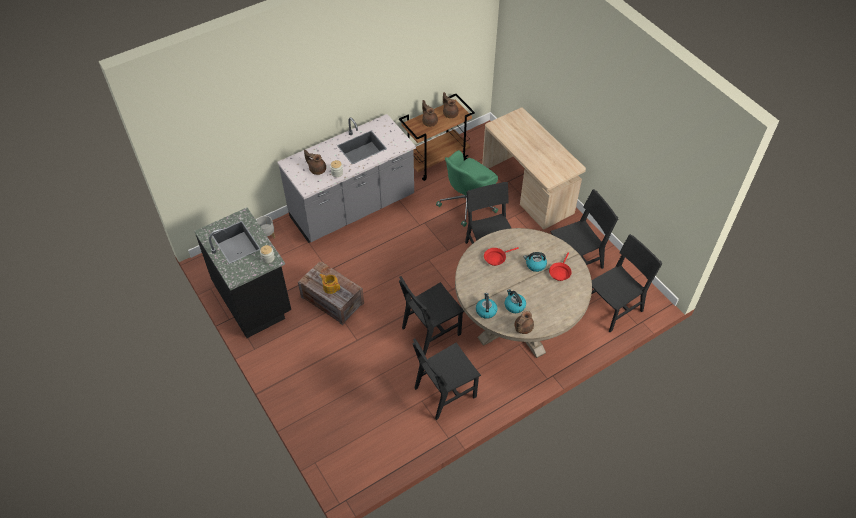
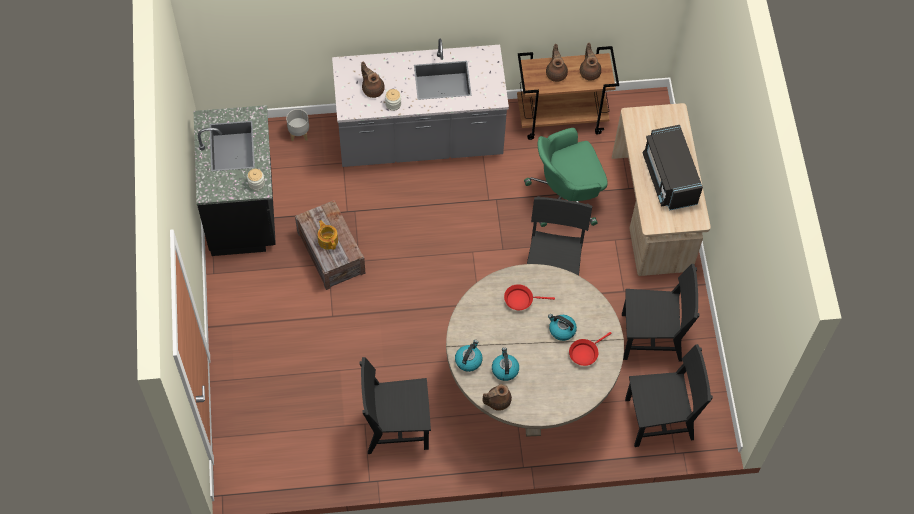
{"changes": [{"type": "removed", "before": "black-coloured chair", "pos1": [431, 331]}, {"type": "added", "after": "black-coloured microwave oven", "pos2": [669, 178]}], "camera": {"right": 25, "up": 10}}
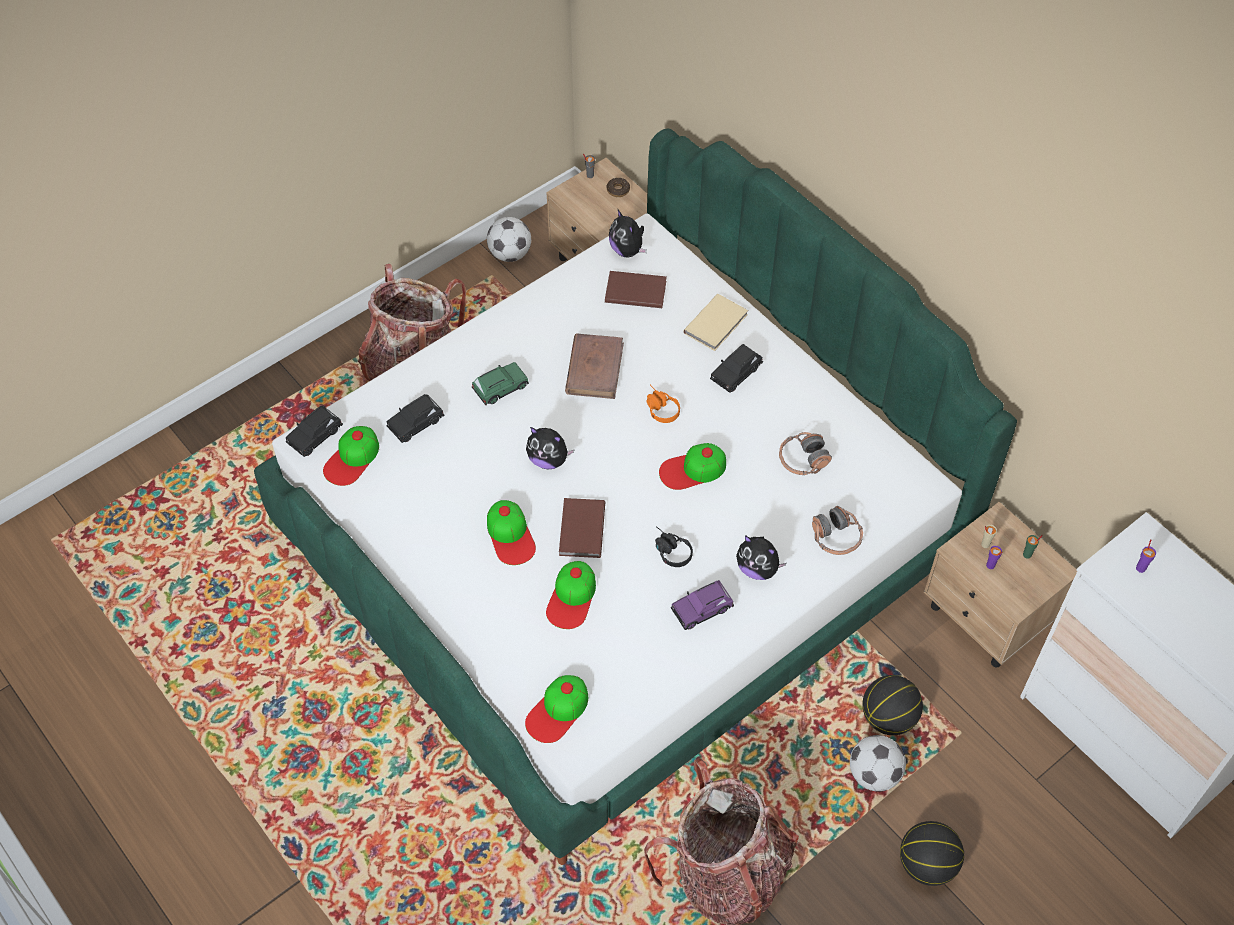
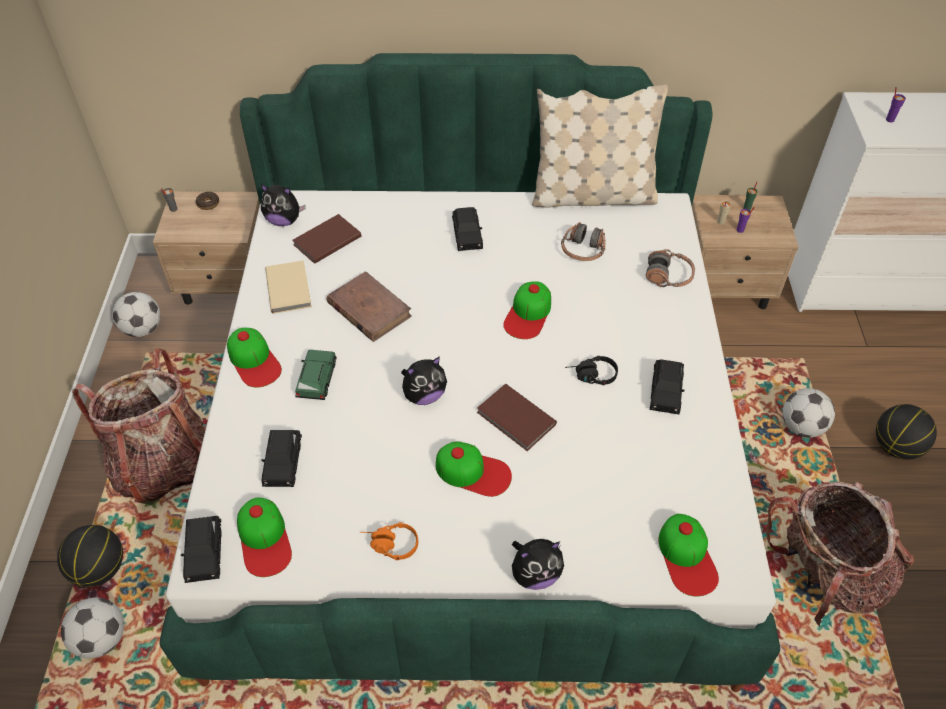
{"changes": [{"type": "moved", "before": "peaked cap", "pos1": [572, 597], "pos2": [254, 361]}, {"type": "moved", "before": "orange headset", "pos1": [659, 408], "pos2": [389, 545]}, {"type": "recoloured", "before": "purplish model car", "after": "black-coloured model car", "pos1": [702, 609], "pos2": [665, 392]}, {"type": "moved", "before": "beige bound book", "pos1": [717, 324], "pos2": [290, 288]}, {"type": "moved", "before": "soft toy", "pos1": [757, 569], "pos2": [535, 574]}, {"type": "moved", "before": "ball for basketball", "pos1": [888, 717], "pos2": [99, 569]}, {"type": "added", "after": "football", "pos2": [102, 639]}, {"type": "added", "after": "beige pillow", "pos2": [592, 195]}], "camera": {"right": -50, "up": -5}}
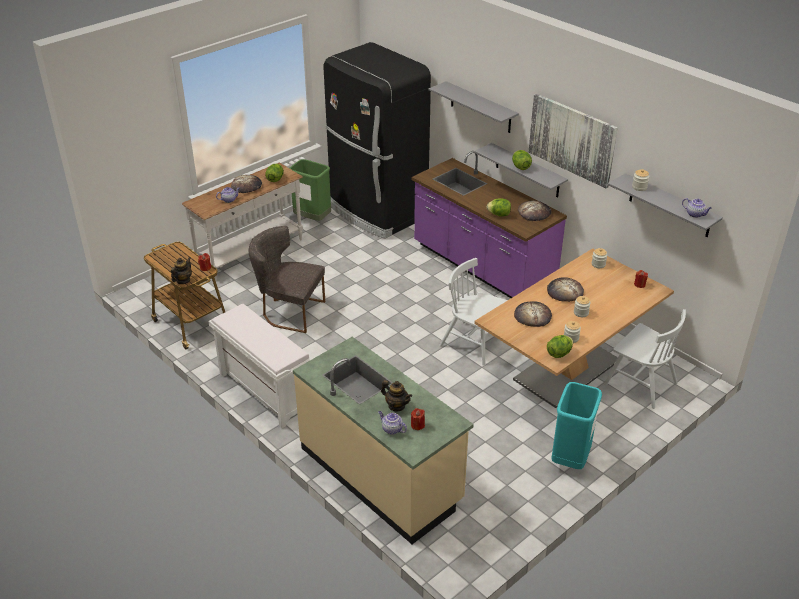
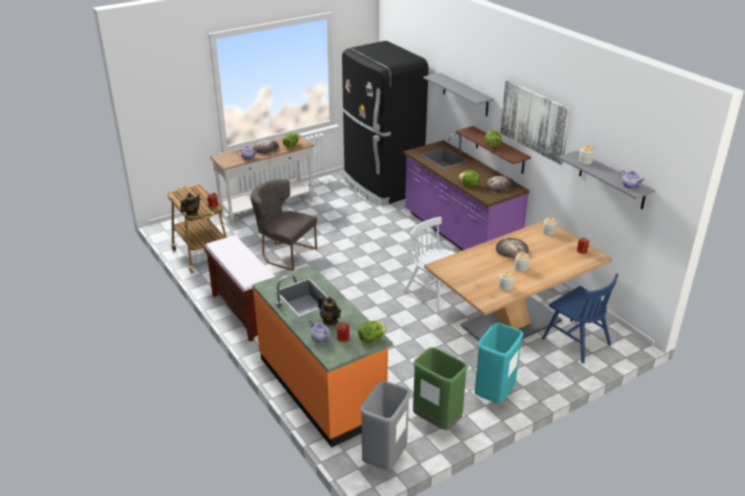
{"changes": [{"type": "recoloured", "before": "white long seat", "after": "brownish long seat", "pos1": [264, 391], "pos2": [244, 311]}, {"type": "moved", "before": "green-coloured waste bin", "pos1": [312, 219], "pos2": [436, 421]}, {"type": "recoloured", "before": "beige kitchen base unit", "after": "orange kitchen base unit", "pos1": [381, 475], "pos2": [322, 388]}, {"type": "recoloured", "before": "grey bracket shelf", "after": "brownish bracket shelf", "pos1": [527, 171], "pos2": [500, 150]}, {"type": "removed", "before": "bread", "pos1": [532, 316]}, {"type": "moved", "before": "head of lettuce", "pos1": [559, 353], "pos2": [371, 339]}, {"type": "recoloured", "before": "white chair", "after": "blue chair", "pos1": [640, 383], "pos2": [576, 341]}, {"type": "added", "after": "grey waste bin", "pos2": [384, 459]}], "camera": {"right": 10, "up": -5}}
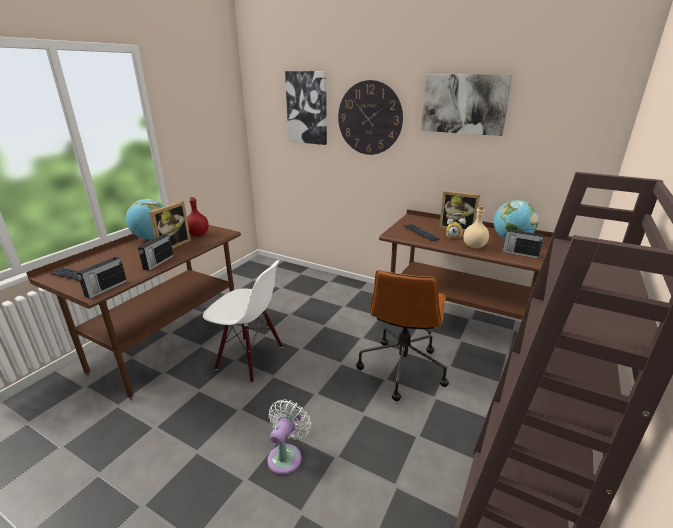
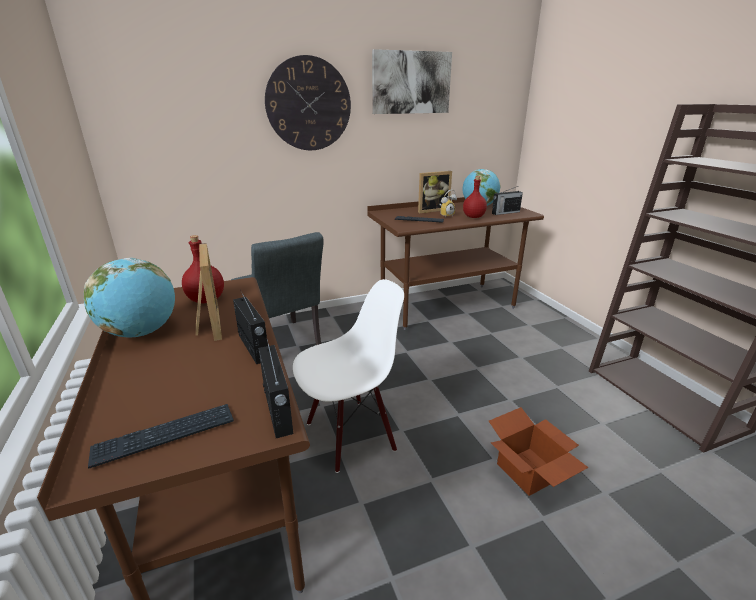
{"changes": [{"type": "replaced", "before": "white cooling fan", "after": "packing box", "pos1": [286, 456], "pos2": [529, 472]}, {"type": "removed", "before": "wall picture", "pos1": [307, 108]}, {"type": "removed", "before": "brownish desk chair", "pos1": [402, 367]}, {"type": "recoloured", "before": "beige drink bottle", "after": "red-coloured drink bottle", "pos1": [474, 246], "pos2": [474, 217]}, {"type": "added", "after": "grey chair", "pos2": [283, 345]}], "camera": {"right": -50, "up": 0}}
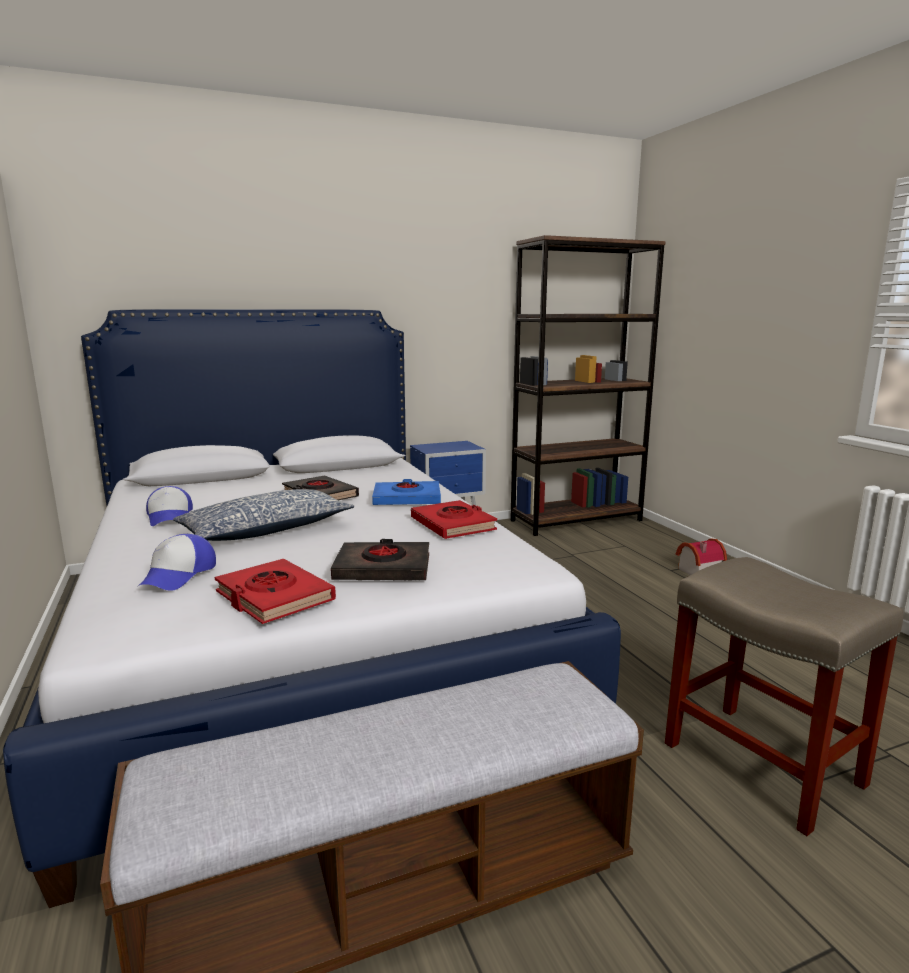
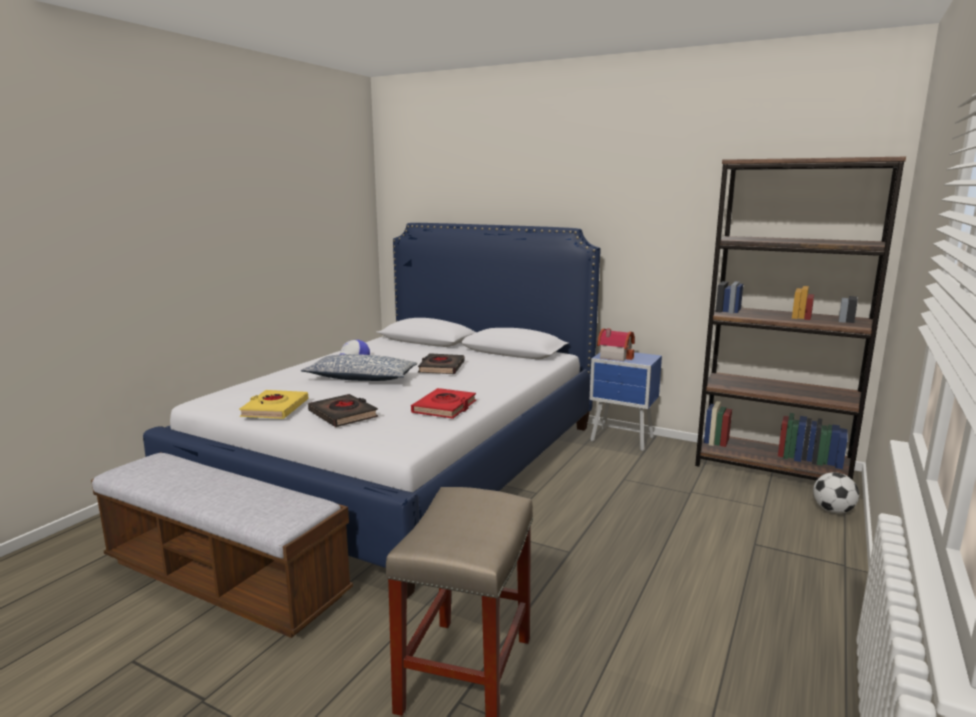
{"changes": [{"type": "removed", "before": "peaked cap", "pos1": [178, 575]}, {"type": "recoloured", "before": "red-coloured bound book", "after": "yellow bound book", "pos1": [274, 597], "pos2": [275, 409]}, {"type": "removed", "before": "blue bound book", "pos1": [407, 499]}, {"type": "moved", "before": "model house", "pos1": [696, 571], "pos2": [615, 356]}, {"type": "added", "after": "football", "pos2": [832, 511]}], "camera": {"right": 50, "up": 0}}
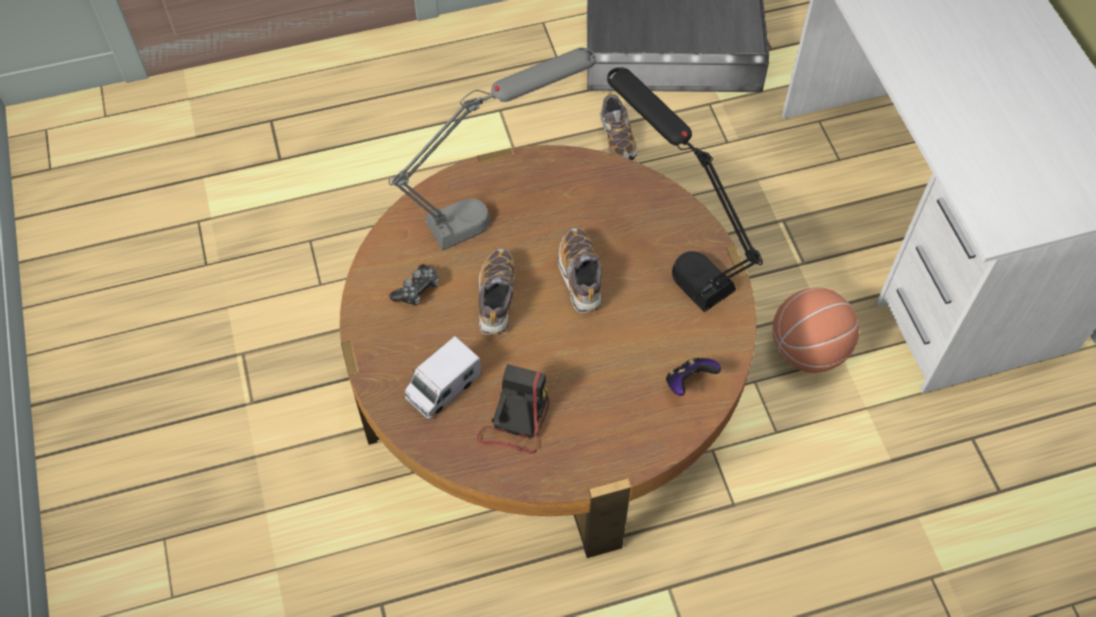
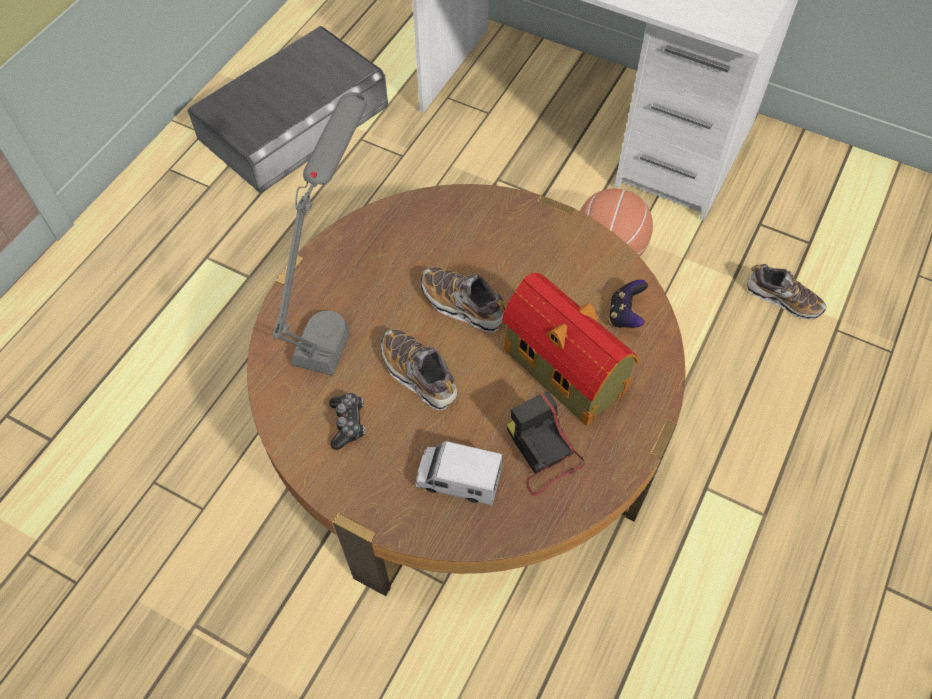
{"changes": [{"type": "turned", "before": "toy truck", "pos1": [443, 387], "pos2": [458, 480], "turn": 105}, {"type": "moved", "before": "item of footwear", "pos1": [617, 138], "pos2": [782, 299]}, {"type": "removed", "before": "black-coloured tabletop lamp", "pos1": [672, 252]}, {"type": "added", "after": "model house", "pos2": [566, 373]}], "camera": {"right": -45, "up": 0}}
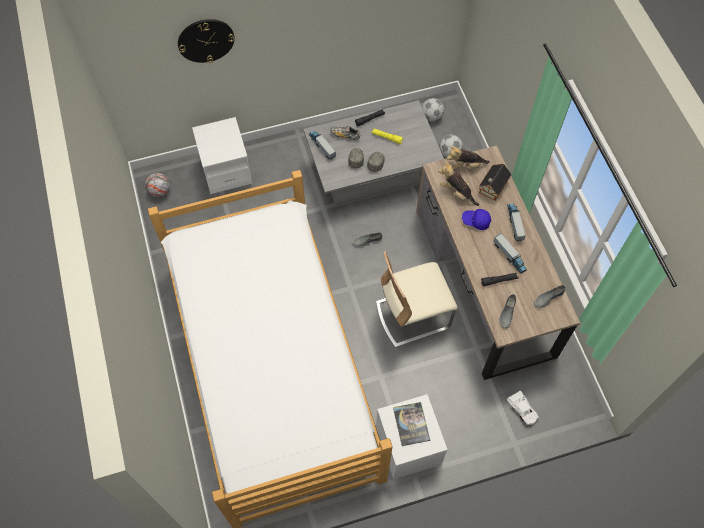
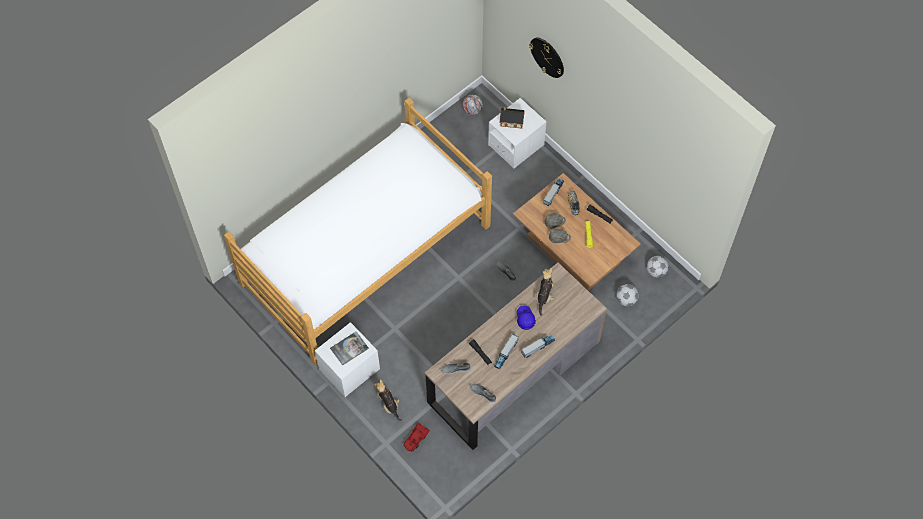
{"changes": [{"type": "recoloured", "before": "grey lounge table", "after": "brownish lounge table", "pos1": [372, 172], "pos2": [573, 249]}, {"type": "removed", "before": "beige chair", "pos1": [412, 315]}, {"type": "moved", "before": "soft toy", "pos1": [465, 166], "pos2": [389, 404]}, {"type": "moved", "before": "model house", "pos1": [492, 187], "pos2": [510, 121]}, {"type": "recoloured", "before": "white model car", "after": "red-coloured model car", "pos1": [522, 409], "pos2": [416, 439]}], "camera": {"right": 65, "up": 0}}
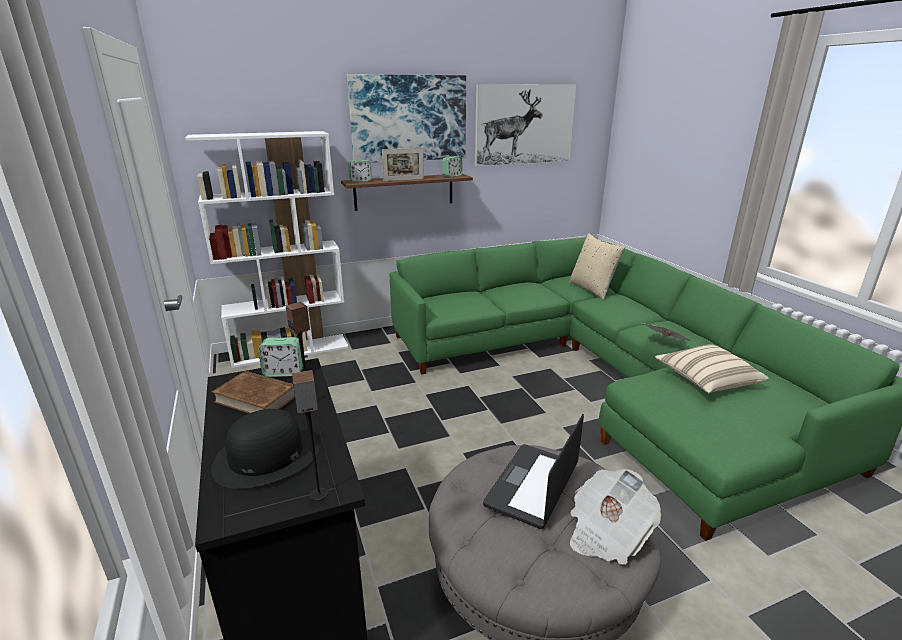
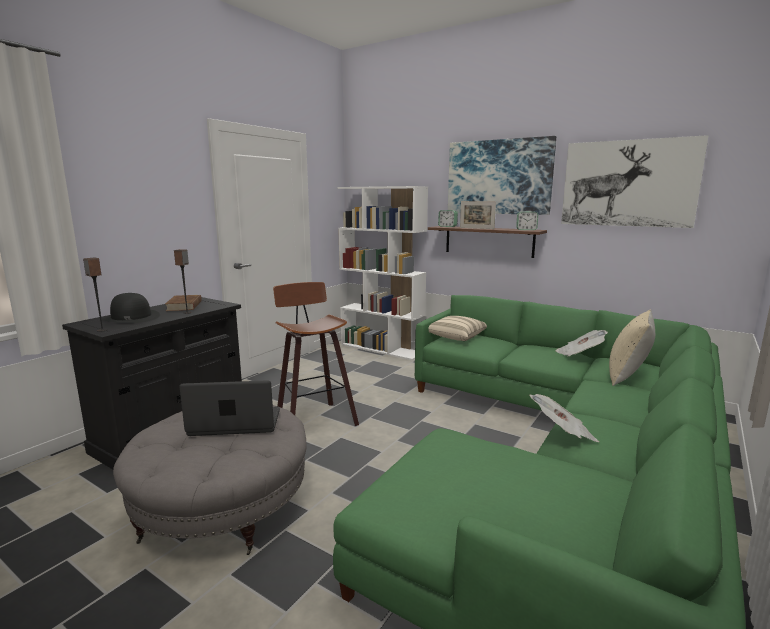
{"changes": [{"type": "removed", "before": "bedside clock", "pos1": [284, 372]}, {"type": "moved", "before": "newspaper", "pos1": [607, 532], "pos2": [579, 354]}, {"type": "moved", "before": "beige pillow", "pos1": [706, 381], "pos2": [455, 337]}, {"type": "added", "after": "stool", "pos2": [313, 420]}], "camera": {"right": 55, "up": -10}}
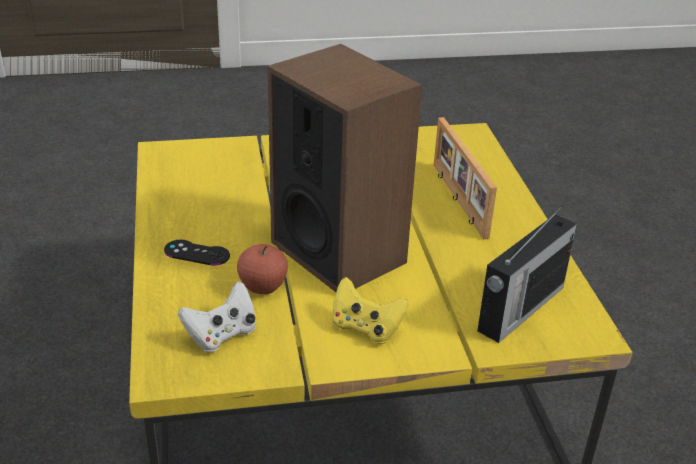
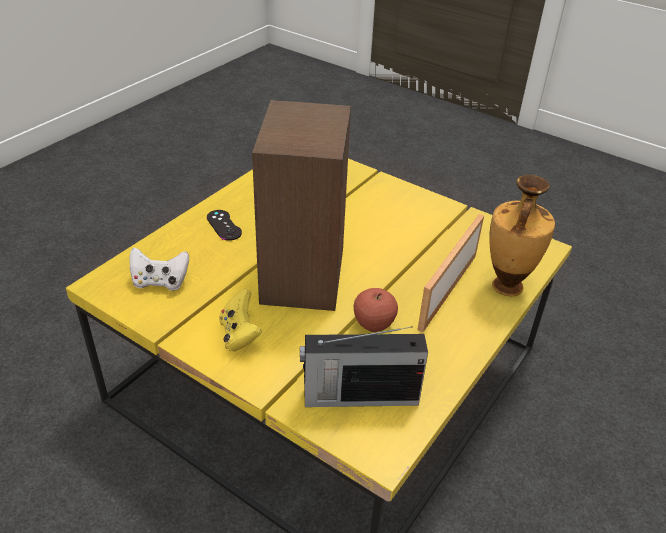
{"changes": [{"type": "moved", "before": "apple", "pos1": [263, 287], "pos2": [374, 324]}, {"type": "added", "after": "flower vase", "pos2": [506, 287]}], "camera": {"right": 45, "up": 5}}
